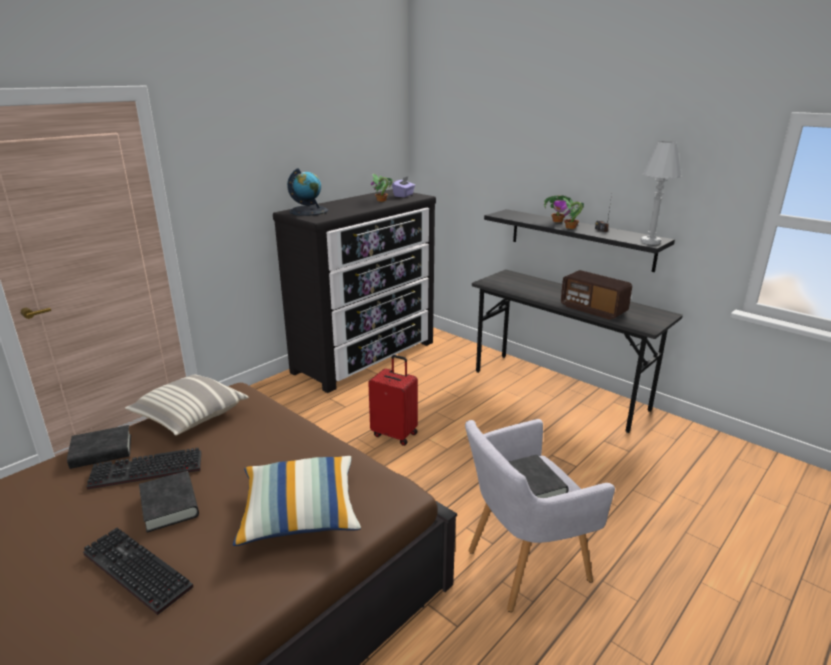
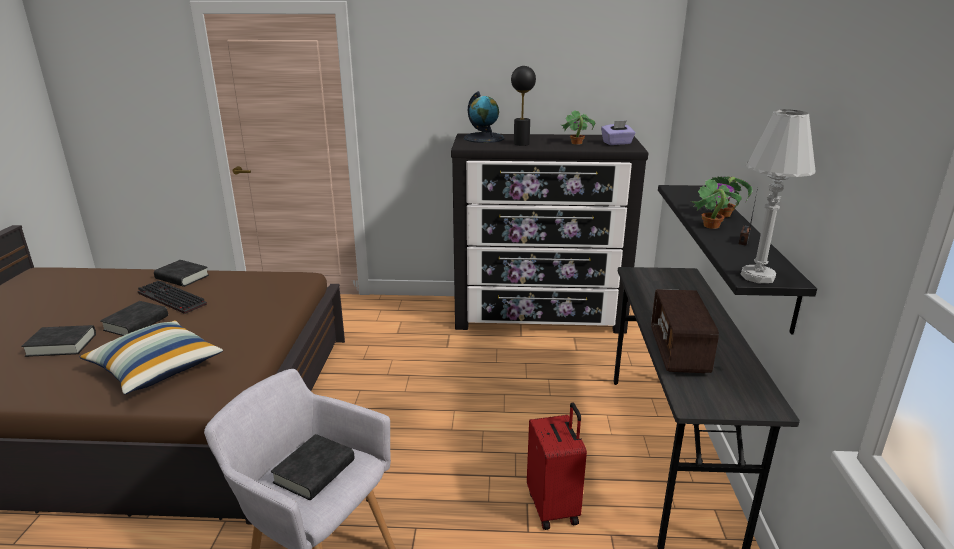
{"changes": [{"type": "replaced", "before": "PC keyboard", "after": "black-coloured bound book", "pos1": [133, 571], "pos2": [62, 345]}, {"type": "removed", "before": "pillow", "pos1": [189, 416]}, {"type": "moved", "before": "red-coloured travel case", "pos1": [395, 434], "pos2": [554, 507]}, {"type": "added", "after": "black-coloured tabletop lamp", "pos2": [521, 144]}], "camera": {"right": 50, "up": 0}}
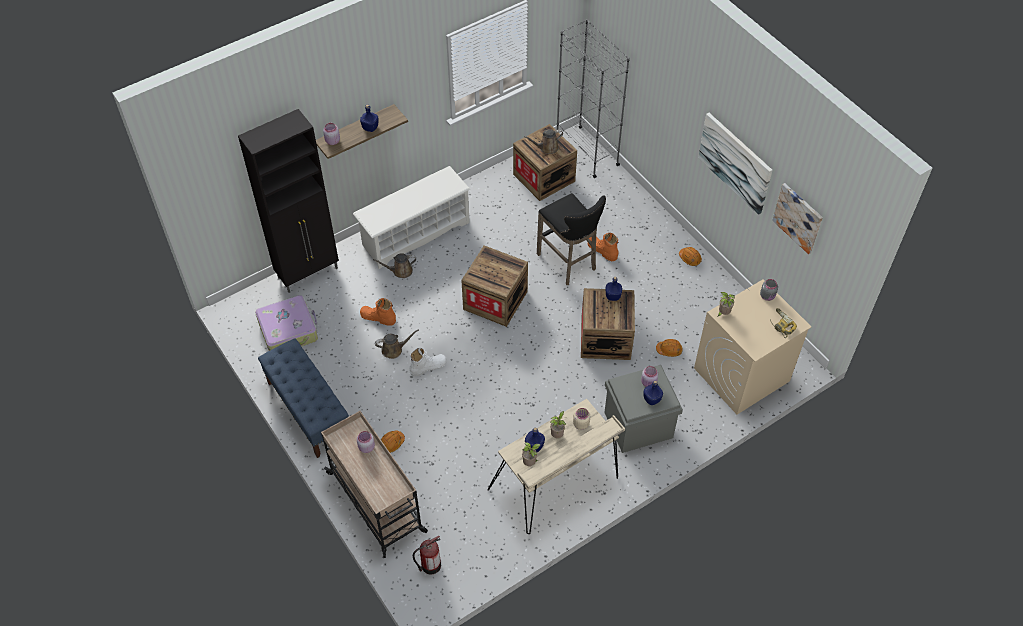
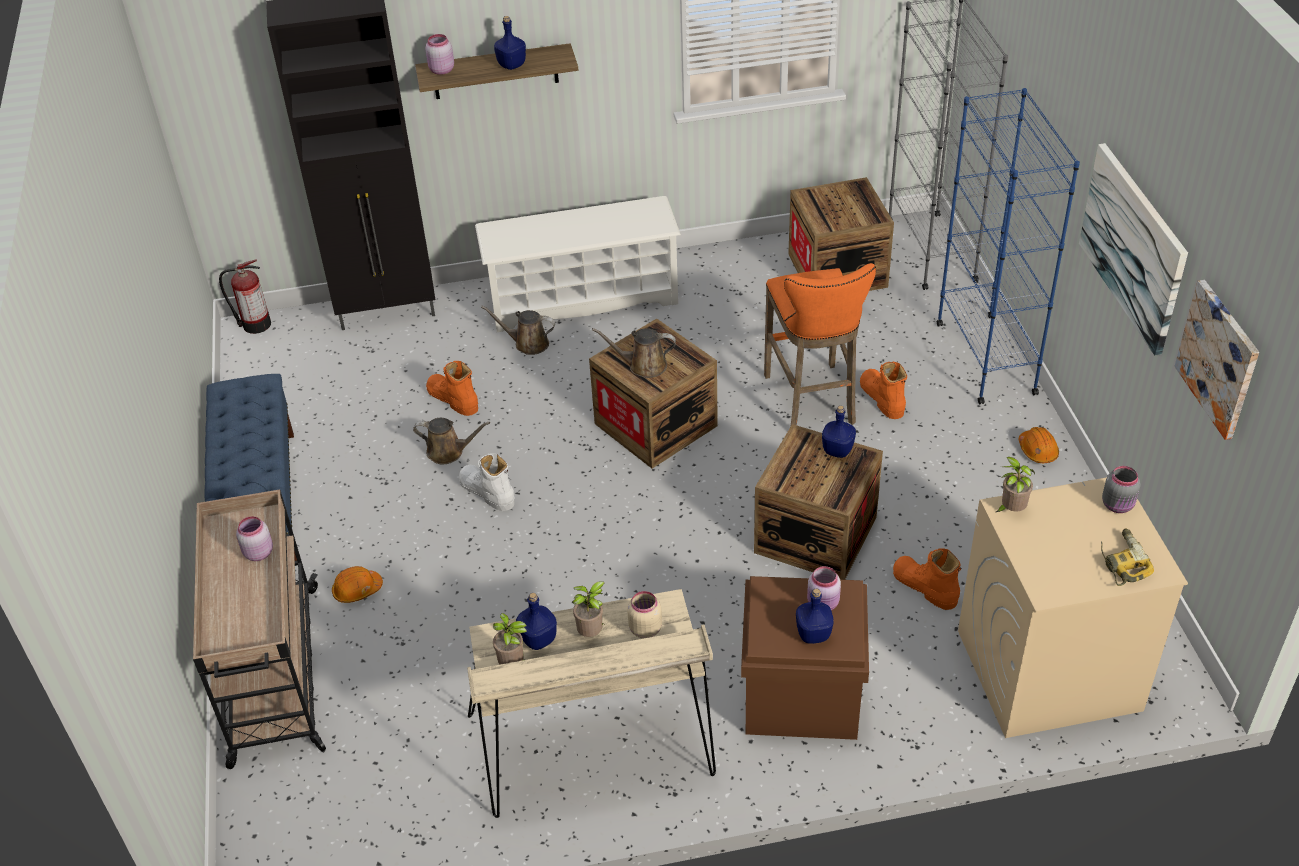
{"changes": [{"type": "removed", "before": "travel case", "pos1": [288, 330]}, {"type": "turned", "before": "white boot", "pos1": [428, 367], "pos2": [487, 492], "turn": -135}, {"type": "moved", "before": "fire extinguisher", "pos1": [430, 565], "pos2": [255, 324]}, {"type": "moved", "before": "brownish watering can", "pos1": [547, 148], "pos2": [643, 366]}, {"type": "recoloured", "before": "black-coloured stool", "after": "orange stool", "pos1": [569, 263], "pos2": [812, 402]}, {"type": "recoloured", "before": "grey storage container", "after": "brownish storage container", "pos1": [638, 425], "pos2": [800, 696]}, {"type": "replaced", "before": "orange work helmet", "after": "orange boot", "pos1": [669, 350], "pos2": [925, 587]}, {"type": "added", "after": "blue bookcase", "pos2": [985, 358]}], "camera": {"right": 25, "up": -10}}
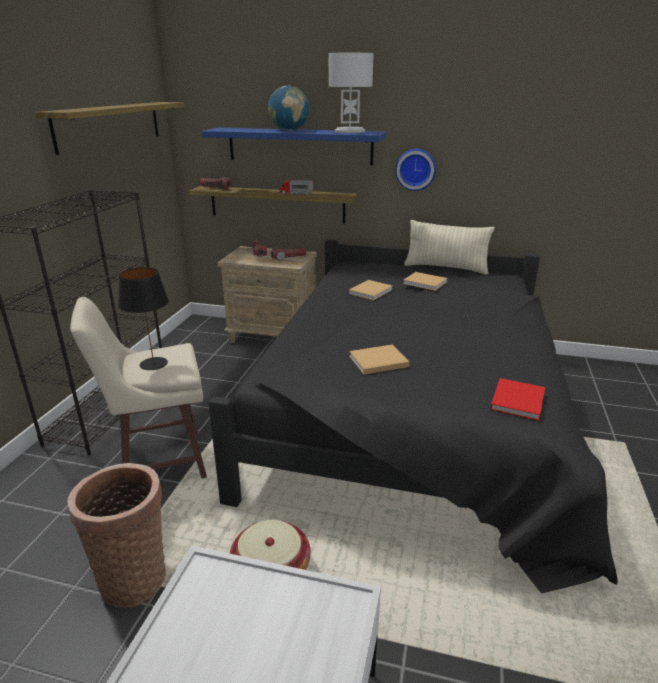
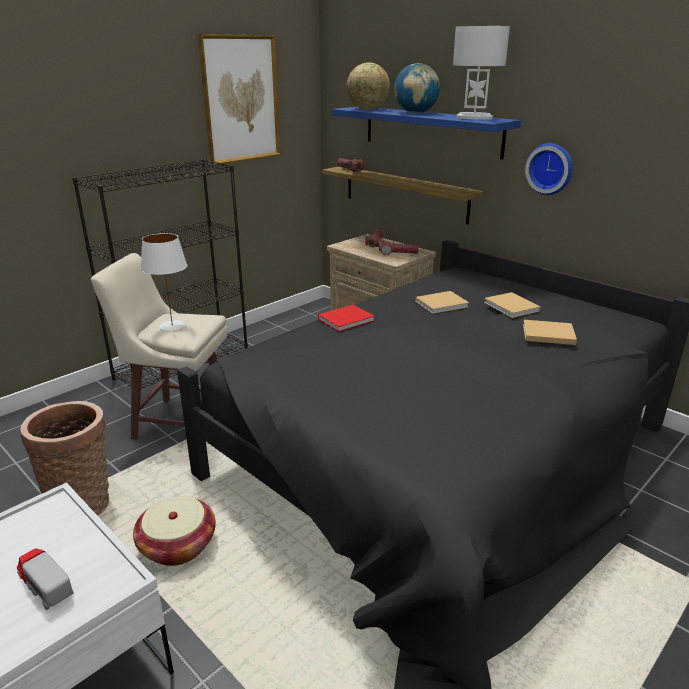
{"changes": [{"type": "replaced", "before": "bracket shelf", "after": "wall picture", "pos1": [110, 125], "pos2": [241, 99]}, {"type": "recoloured", "before": "black-coloured tabletop lamp", "after": "white tabletop lamp", "pos1": [153, 363], "pos2": [172, 325]}, {"type": "moved", "before": "toy truck", "pos1": [296, 193], "pos2": [45, 585]}, {"type": "moved", "before": "beige bound book", "pos1": [377, 361], "pos2": [546, 334]}, {"type": "removed", "before": "beige pillow", "pos1": [446, 268]}, {"type": "moved", "before": "red-coloured bound book", "pos1": [518, 400], "pos2": [347, 319]}, {"type": "added", "after": "globe", "pos2": [367, 109]}], "camera": {"right": 30, "up": 0}}
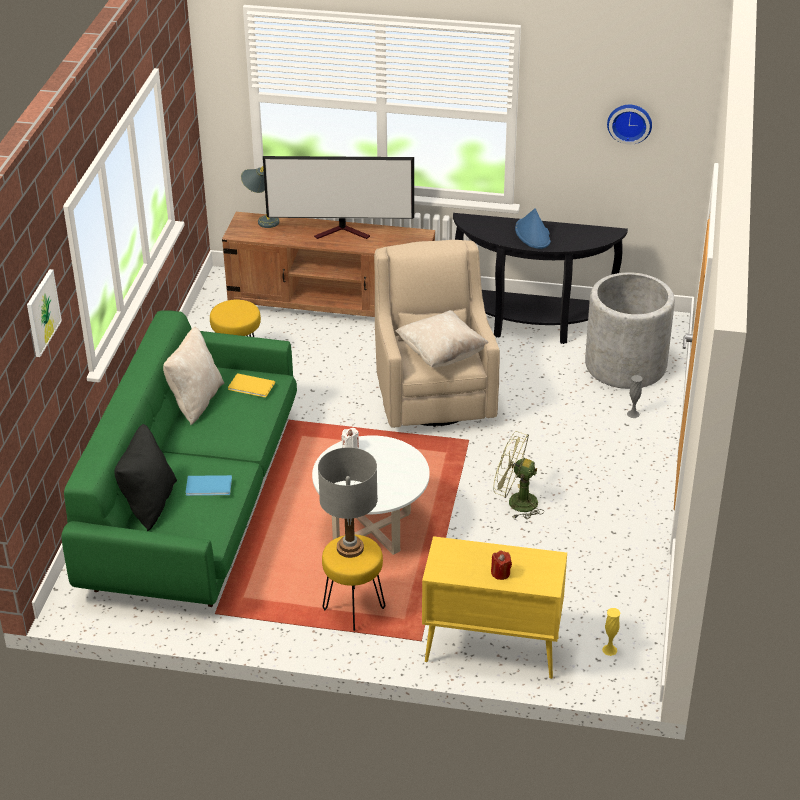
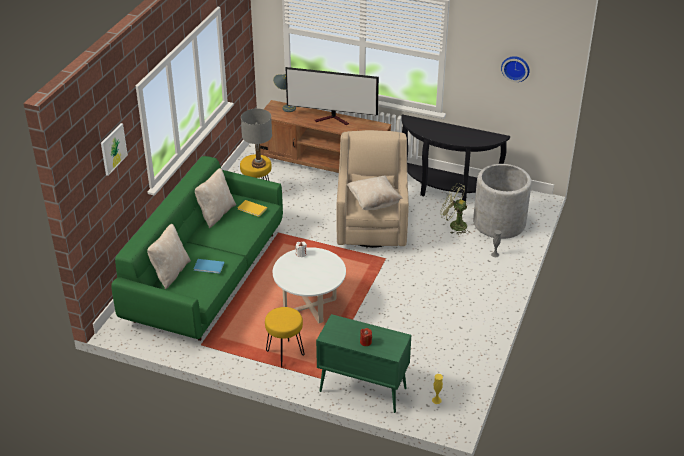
{"changes": [{"type": "recoloured", "before": "black-coloured pillow", "after": "beige pillow", "pos1": [149, 504], "pos2": [170, 272]}, {"type": "moved", "before": "grey tabletop lamp", "pos1": [350, 548], "pos2": [258, 164]}, {"type": "recoloured", "before": "yellow storage cabinet", "after": "green-coloured storage cabinet", "pos1": [490, 650], "pos2": [362, 390]}, {"type": "moved", "before": "green-coloured cooling fan", "pos1": [515, 502], "pos2": [454, 225]}, {"type": "removed", "before": "blue clothing hat", "pos1": [533, 234]}], "camera": {"right": 10, "up": 0}}
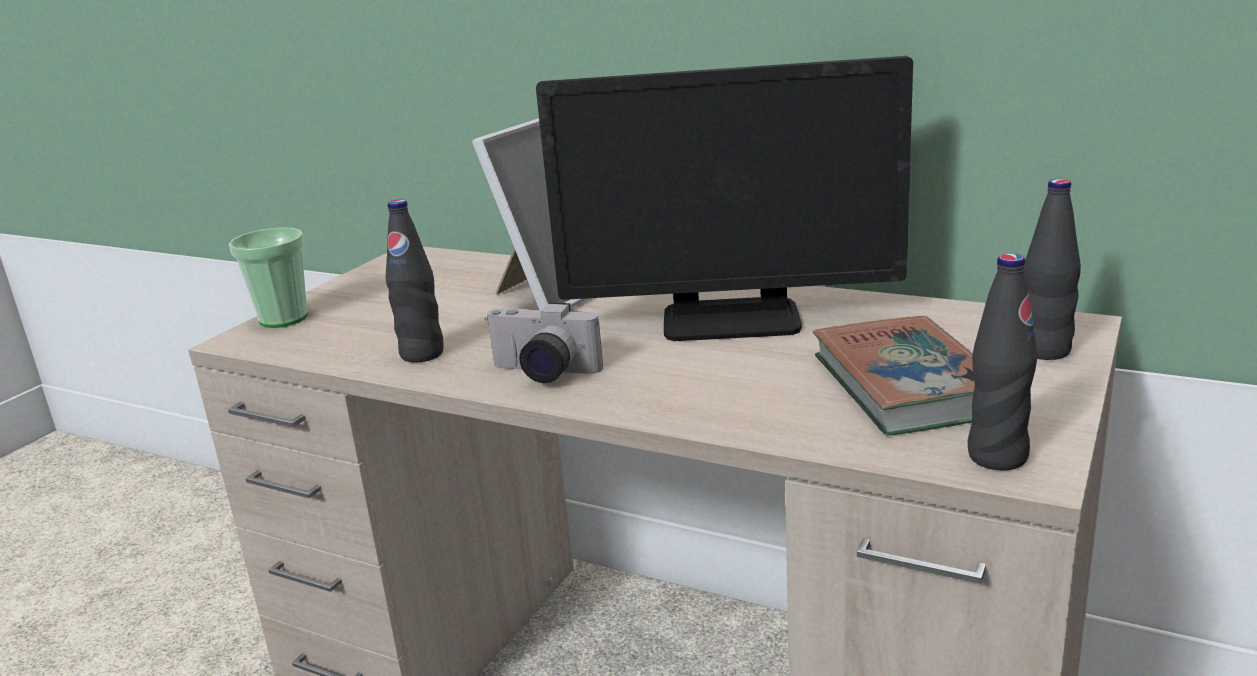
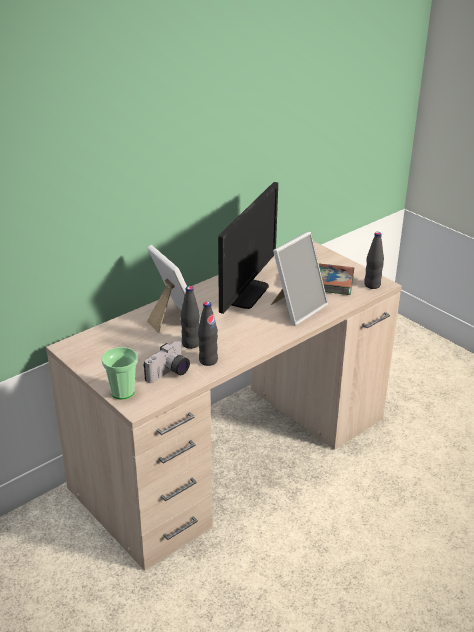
{"changes": [{"type": "moved", "before": "still camera", "pos1": [541, 373], "pos2": [169, 374]}, {"type": "moved", "before": "black-coloured drink bottle", "pos1": [1044, 351], "pos2": [191, 344]}, {"type": "added", "after": "photo frame", "pos2": [296, 308]}], "camera": {"right": -70, "up": 10}}
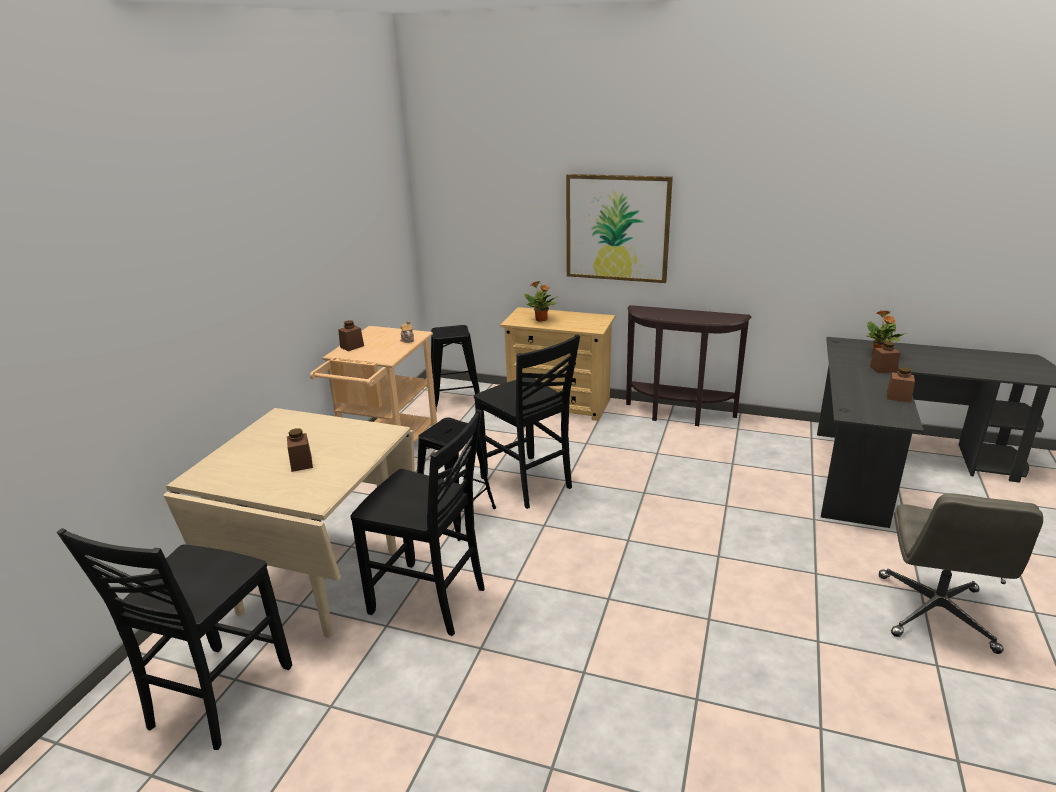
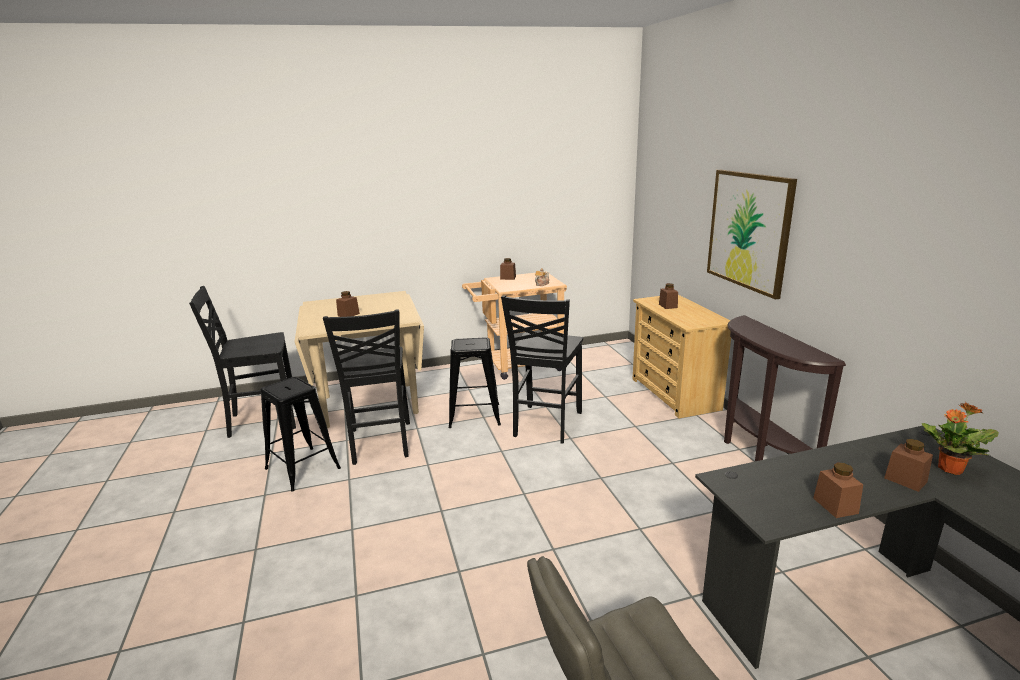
{"changes": [{"type": "moved", "before": "black-coloured stool", "pos1": [456, 400], "pos2": [302, 468]}, {"type": "replaced", "before": "houseplant", "after": "brownish preserve jar", "pos1": [541, 320], "pos2": [668, 306]}], "camera": {"right": 55, "up": -5}}
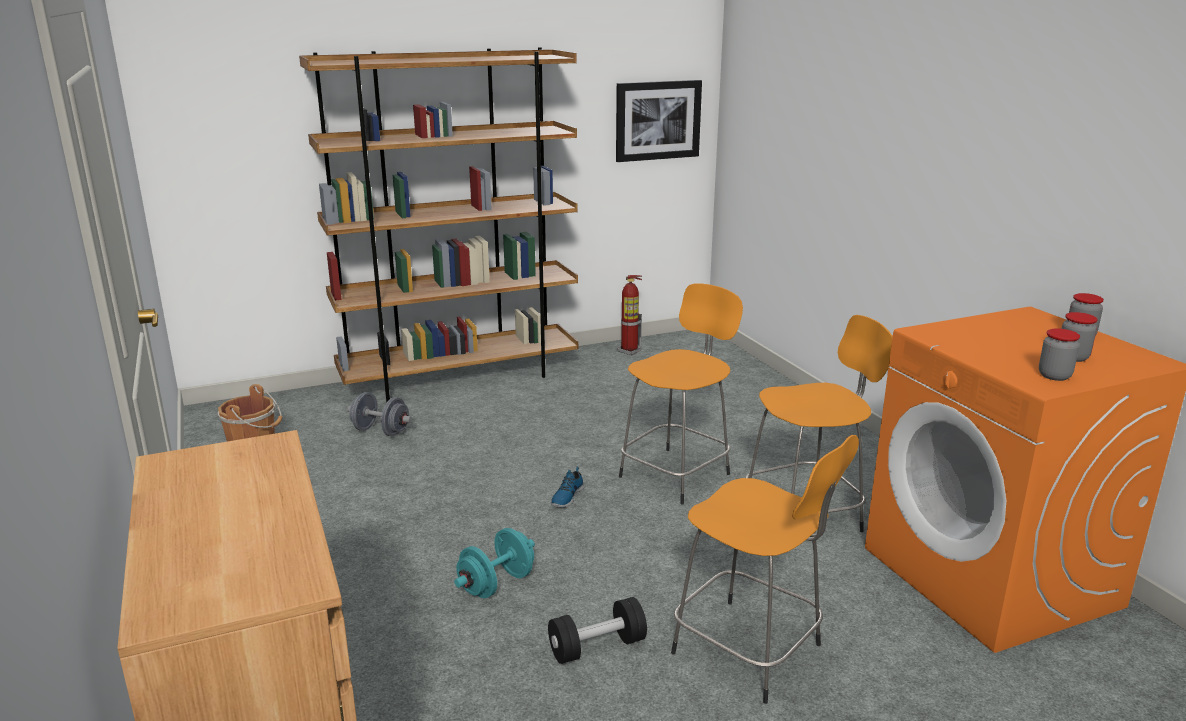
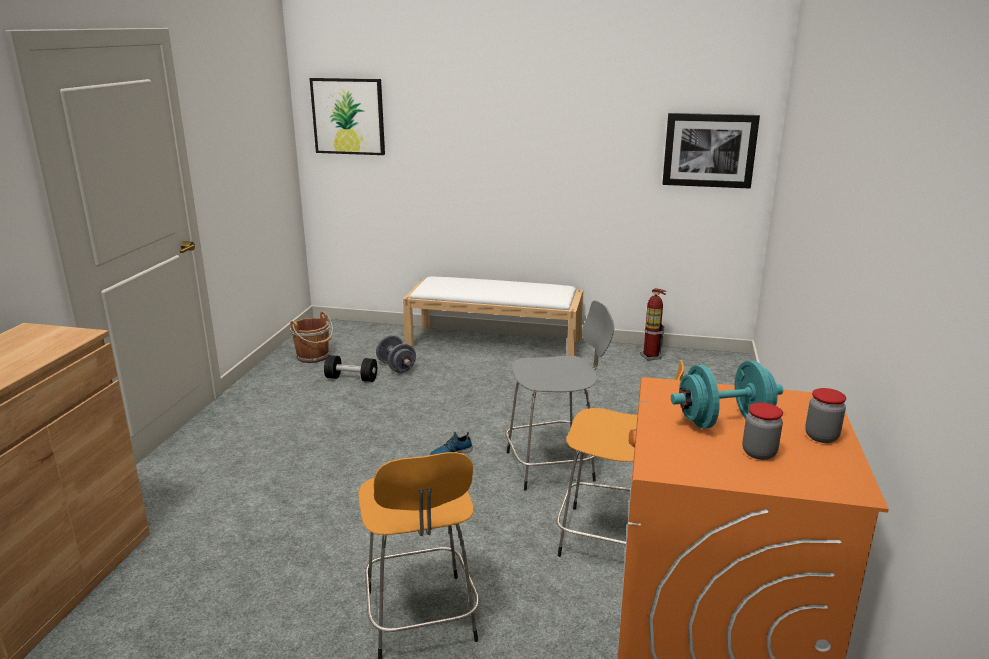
{"changes": [{"type": "replaced", "before": "brownish bookcase", "after": "white long seat", "pos1": [460, 377], "pos2": [495, 344]}, {"type": "moved", "before": "blue-green free weight", "pos1": [496, 584], "pos2": [723, 421]}, {"type": "moved", "before": "black-coloured free weight", "pos1": [597, 647], "pos2": [351, 378]}, {"type": "recoloured", "before": "orange stool", "after": "grey stool", "pos1": [677, 474], "pos2": [553, 466]}, {"type": "removed", "before": "preserve jar", "pos1": [1054, 376]}, {"type": "added", "after": "wall picture", "pos2": [348, 116]}], "camera": {"right": 35, "up": 0}}
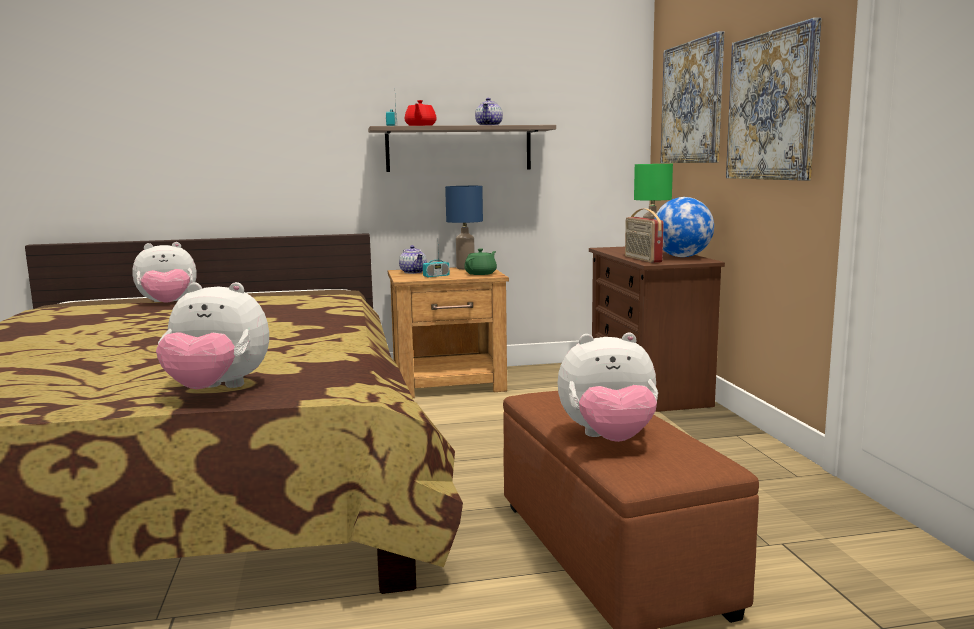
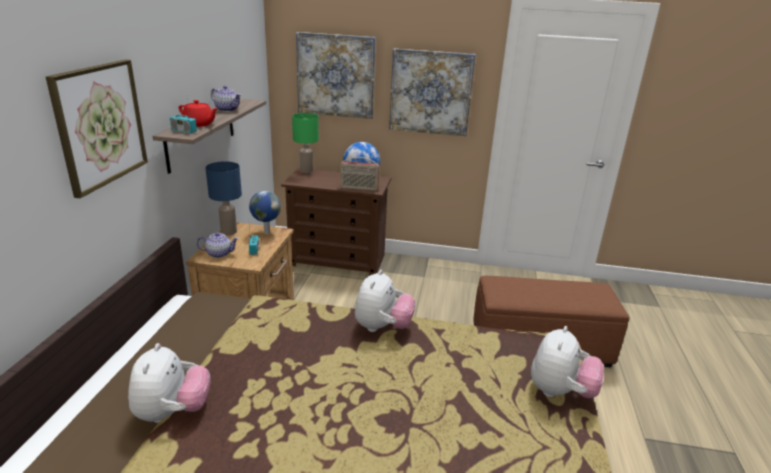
{"changes": [{"type": "replaced", "before": "green-coloured pot for tea", "after": "globe", "pos1": [481, 273], "pos2": [266, 233]}, {"type": "moved", "before": "soft toy", "pos1": [608, 439], "pos2": [382, 327]}, {"type": "added", "after": "wall picture", "pos2": [100, 125]}], "camera": {"right": -70, "up": 15}}
